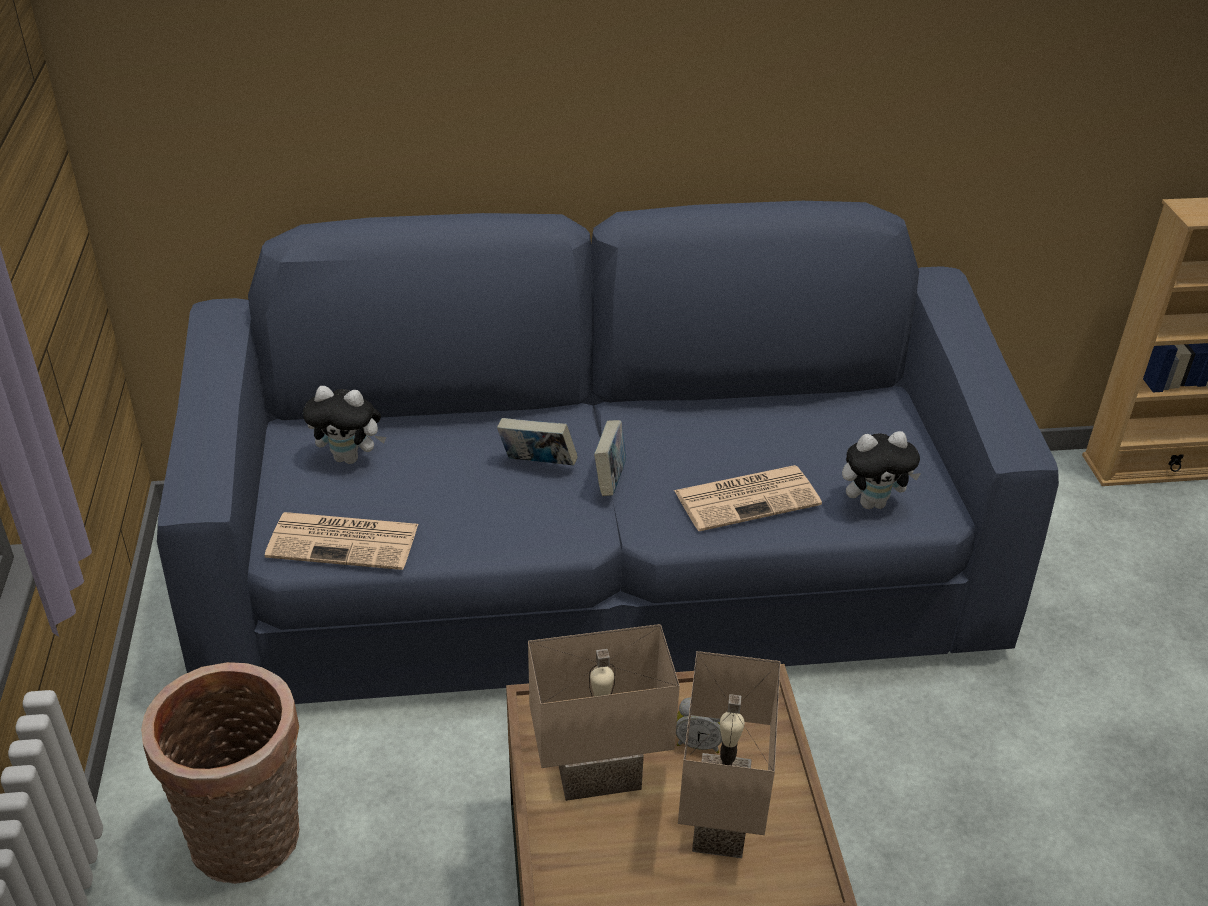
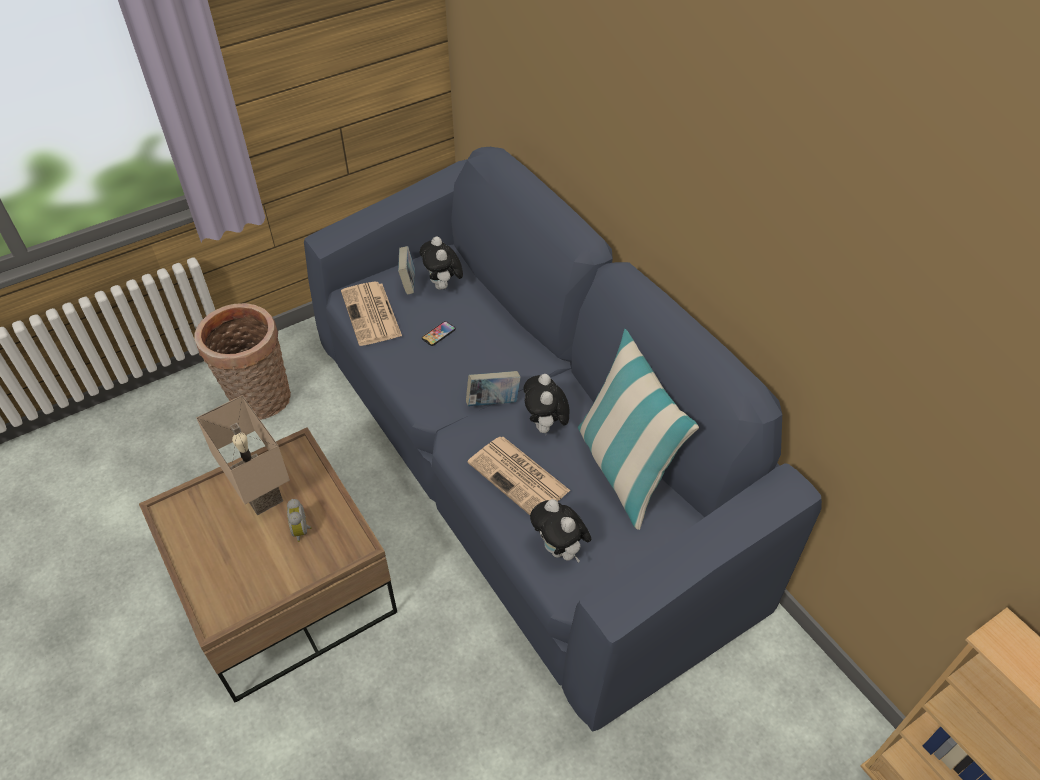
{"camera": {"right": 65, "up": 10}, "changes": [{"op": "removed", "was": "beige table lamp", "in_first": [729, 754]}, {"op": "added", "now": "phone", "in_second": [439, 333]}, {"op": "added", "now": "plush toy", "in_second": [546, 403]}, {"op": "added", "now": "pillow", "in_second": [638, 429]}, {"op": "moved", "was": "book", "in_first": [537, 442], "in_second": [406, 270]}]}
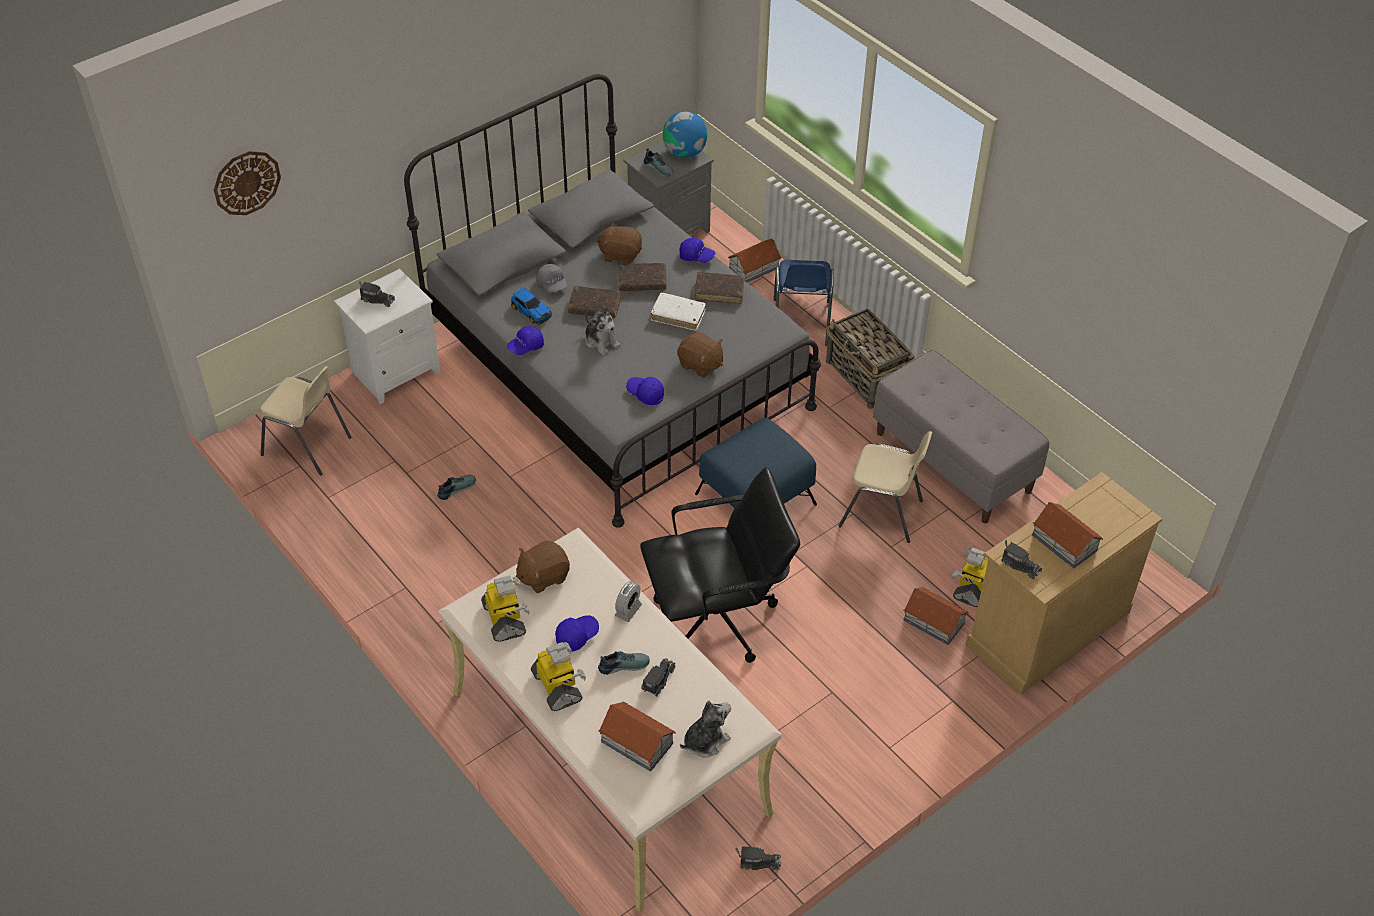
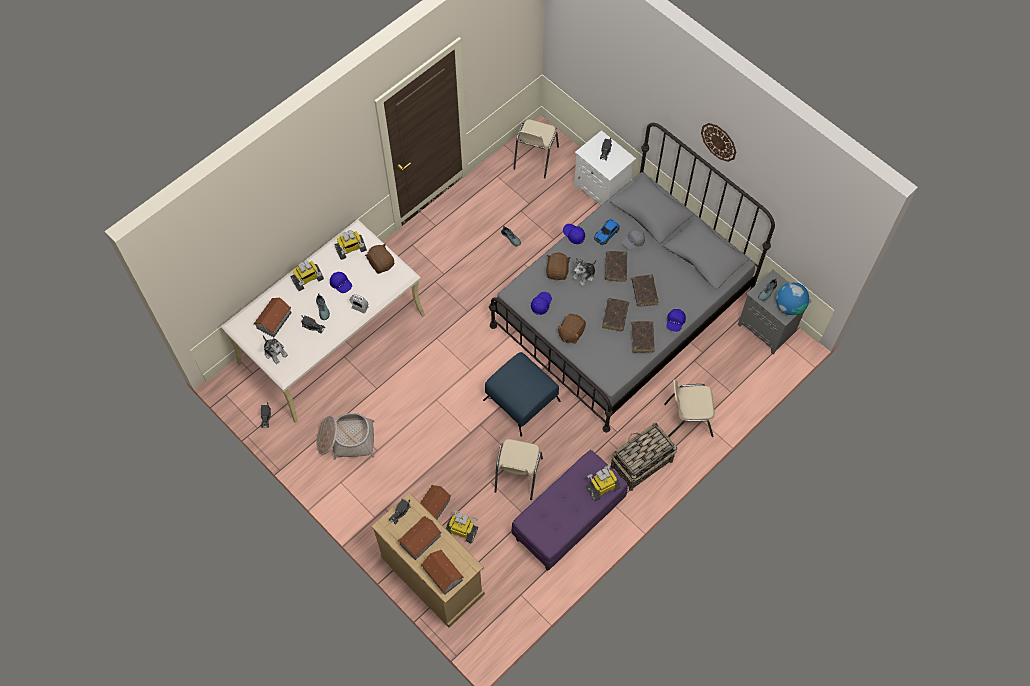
{"camera": {"right": 85, "up": 15}, "changes": [{"op": "removed", "was": "black office chair", "in_first": [720, 565]}, {"op": "added", "now": "basket", "in_second": [345, 436]}, {"op": "added", "now": "toy robot", "in_second": [603, 483]}, {"op": "moved", "was": "wall clock", "in_first": [247, 183], "in_second": [718, 142]}, {"op": "moved", "was": "brown plush toy", "in_first": [619, 243], "in_second": [558, 266]}, {"op": "moved", "was": "toy house", "in_first": [755, 261], "in_second": [442, 572]}, {"op": "recoloured", "was": "white book", "now": "brown book", "in_first": [678, 311], "in_second": [615, 314]}, {"op": "recoloured", "was": "blue chair", "now": "beige chair", "in_first": [804, 303], "in_second": [689, 408]}, {"op": "recoloured", "was": "grey bench", "now": "purple bench", "in_first": [961, 436], "in_second": [570, 510]}]}
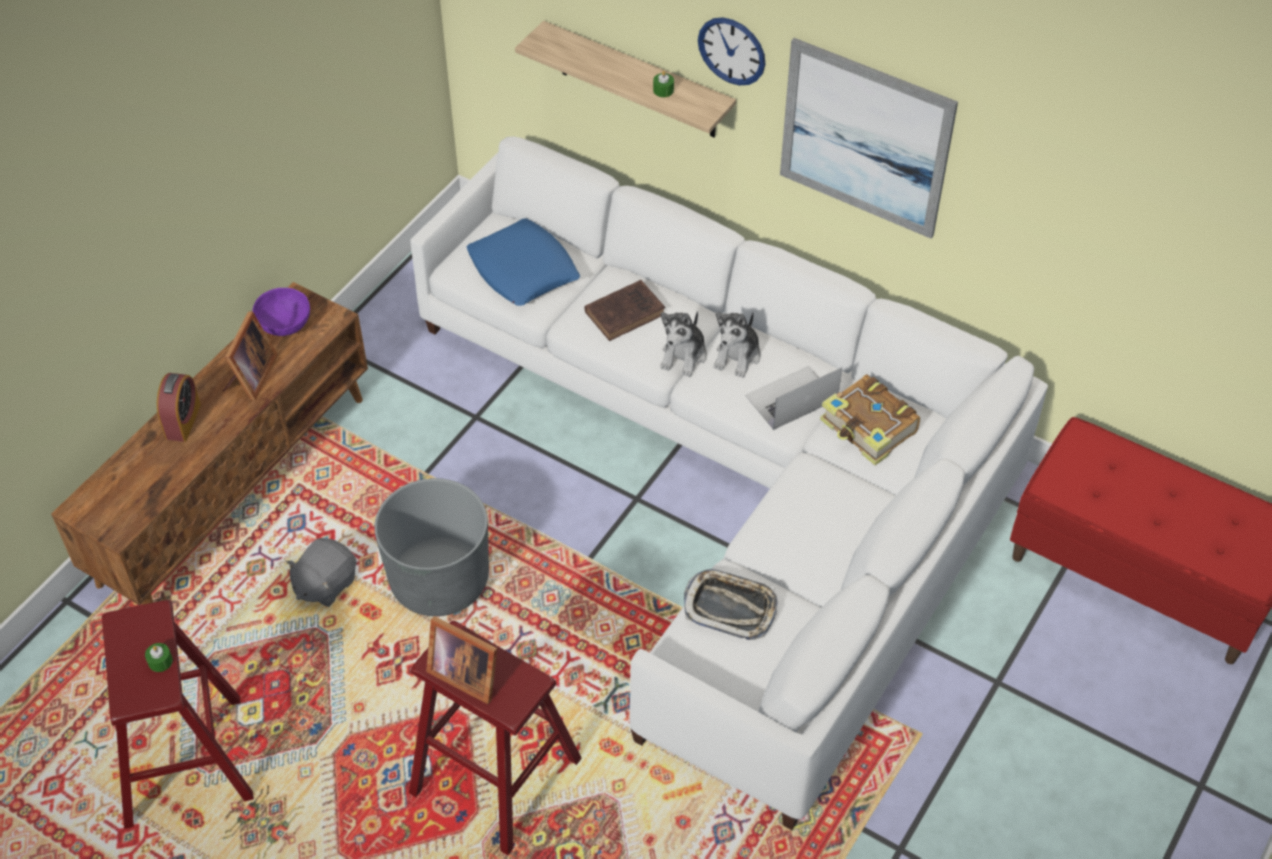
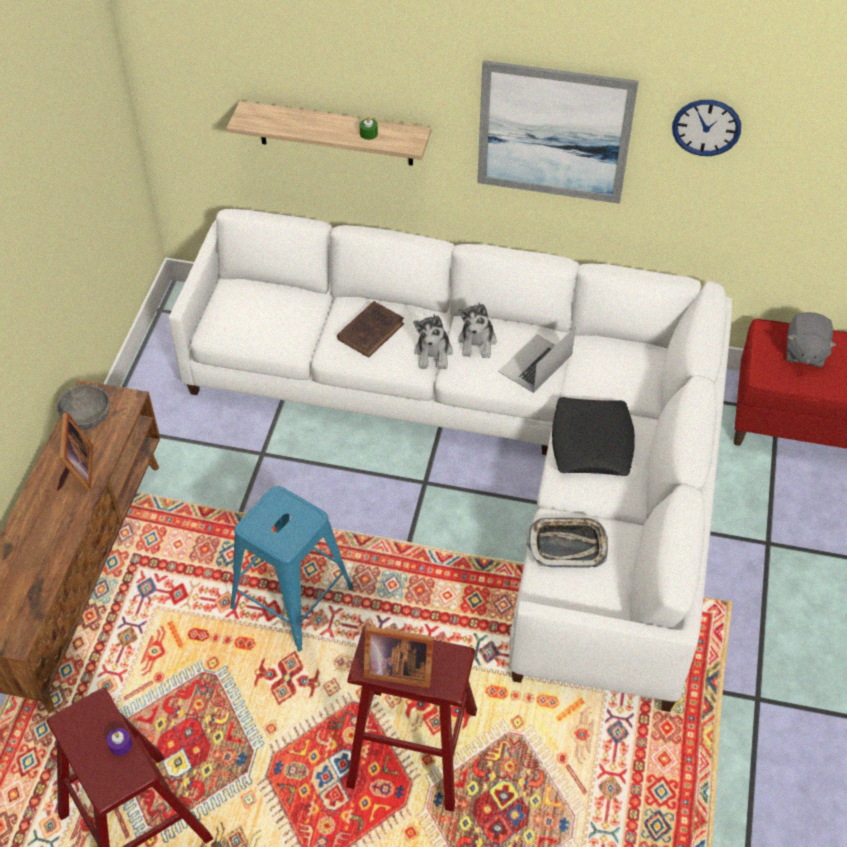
{"camera": {"right": -20, "up": 0}, "changes": [{"op": "removed", "was": "alarm clock", "in_first": [179, 407]}, {"op": "removed", "was": "blue pillow", "in_first": [523, 262]}, {"op": "removed", "was": "book", "in_first": [870, 420]}, {"op": "added", "now": "black pillow", "in_second": [593, 436]}, {"op": "moved", "was": "grey plush toy", "in_first": [321, 572], "in_second": [811, 339]}, {"op": "moved", "was": "wall clock", "in_first": [732, 51], "in_second": [706, 128]}, {"op": "replaced", "was": "grey planter", "now": "blue stool", "in_first": [431, 547], "in_second": [291, 569]}, {"op": "recoloured", "was": "green candle", "now": "purple candle", "in_first": [159, 657], "in_second": [119, 742]}, {"op": "recoloured", "was": "purple bowl", "now": "grey bowl", "in_first": [281, 312], "in_second": [83, 407]}]}
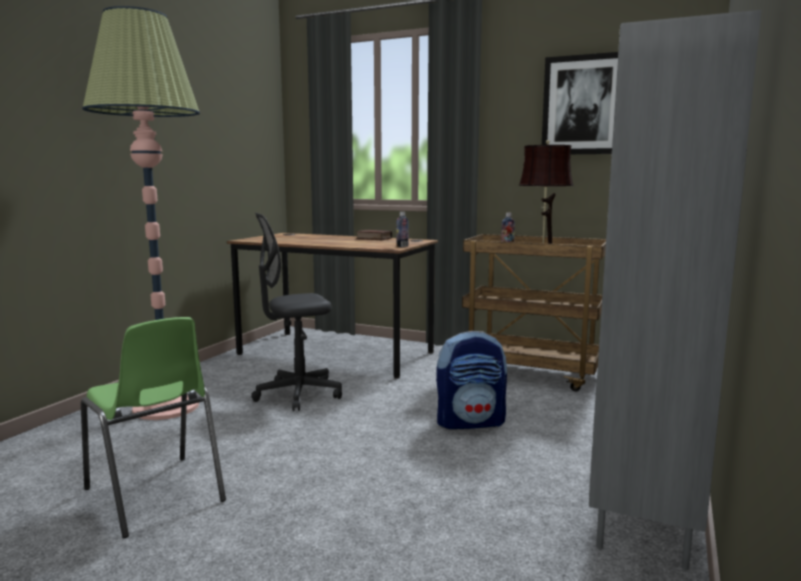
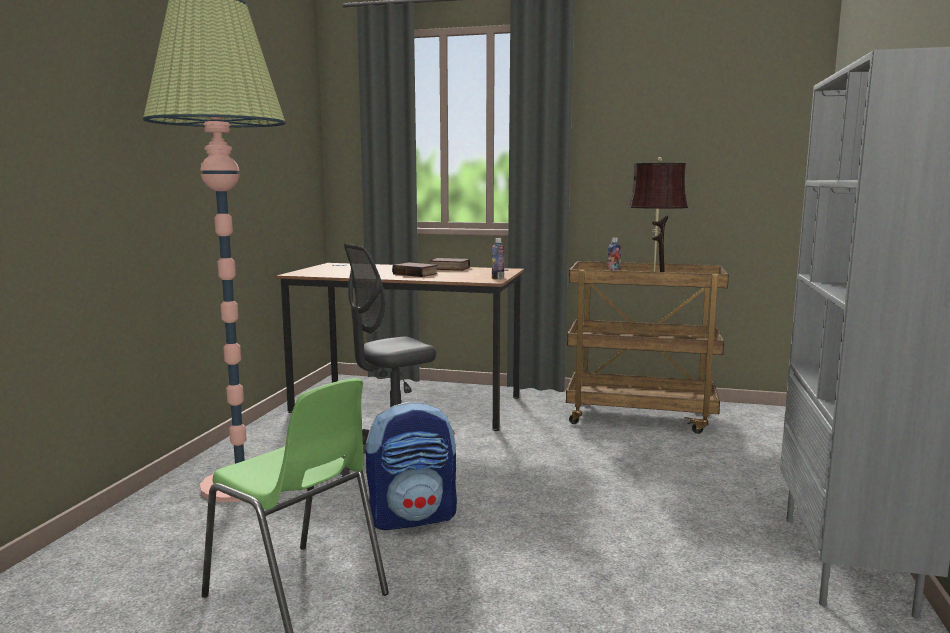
{"camera": {"right": -10, "up": 0}, "changes": [{"op": "removed", "was": "picture", "in_first": [580, 103]}, {"op": "added", "now": "book", "in_second": [415, 270]}, {"op": "moved", "was": "backpack", "in_first": [471, 380], "in_second": [411, 465]}]}
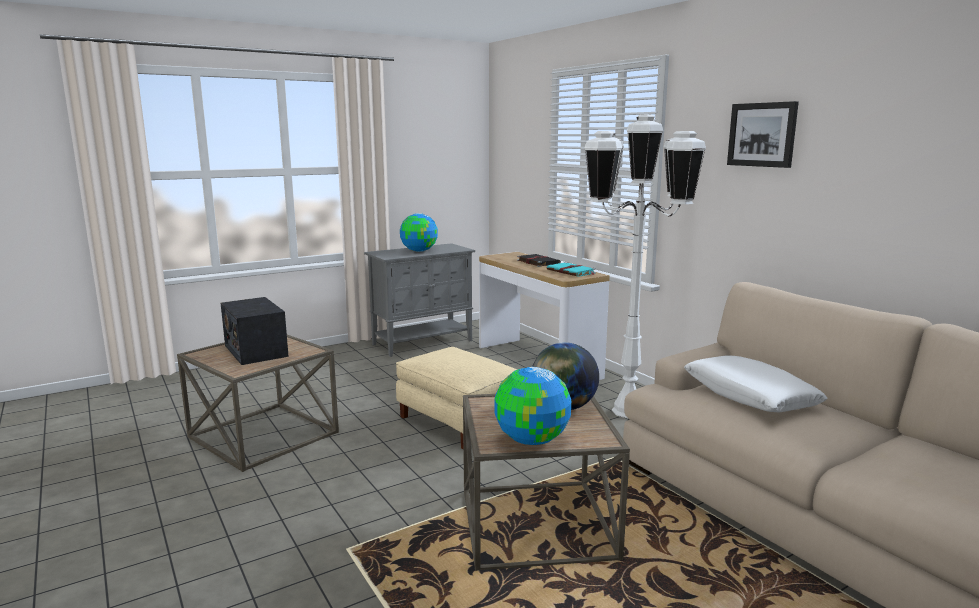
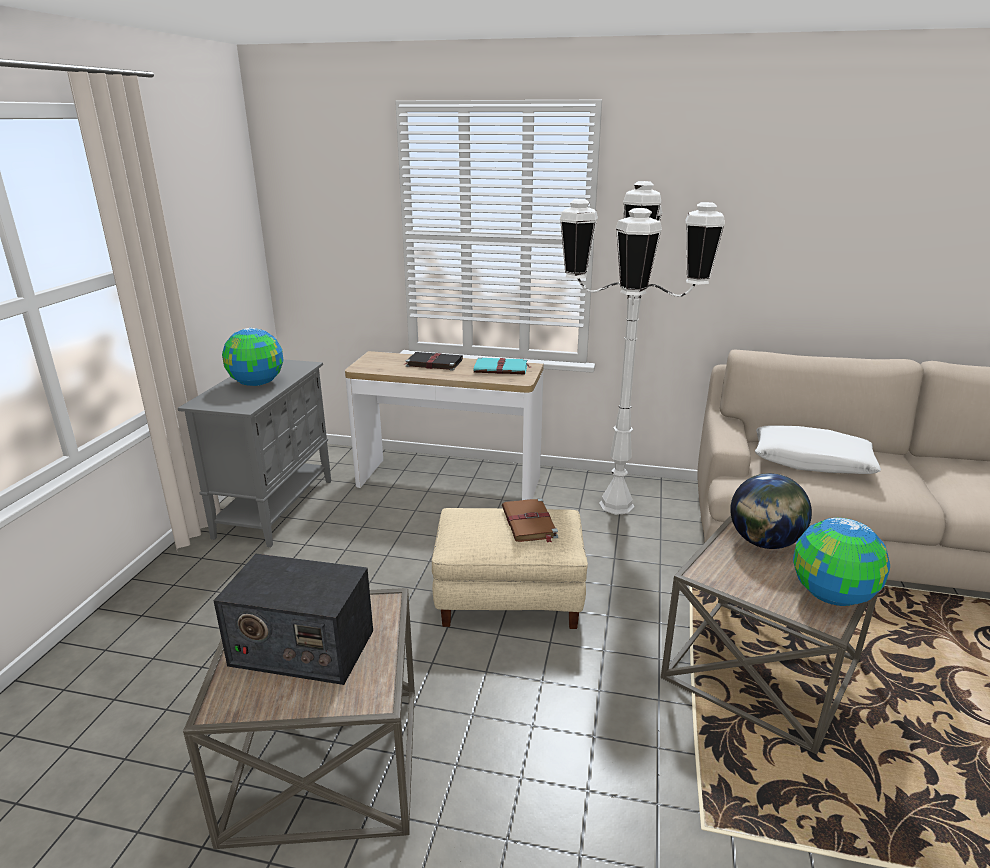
{"camera": {"right": -45, "up": 10}, "changes": [{"op": "removed", "was": "picture", "in_first": [763, 134]}, {"op": "added", "now": "brown book", "in_second": [530, 520]}]}
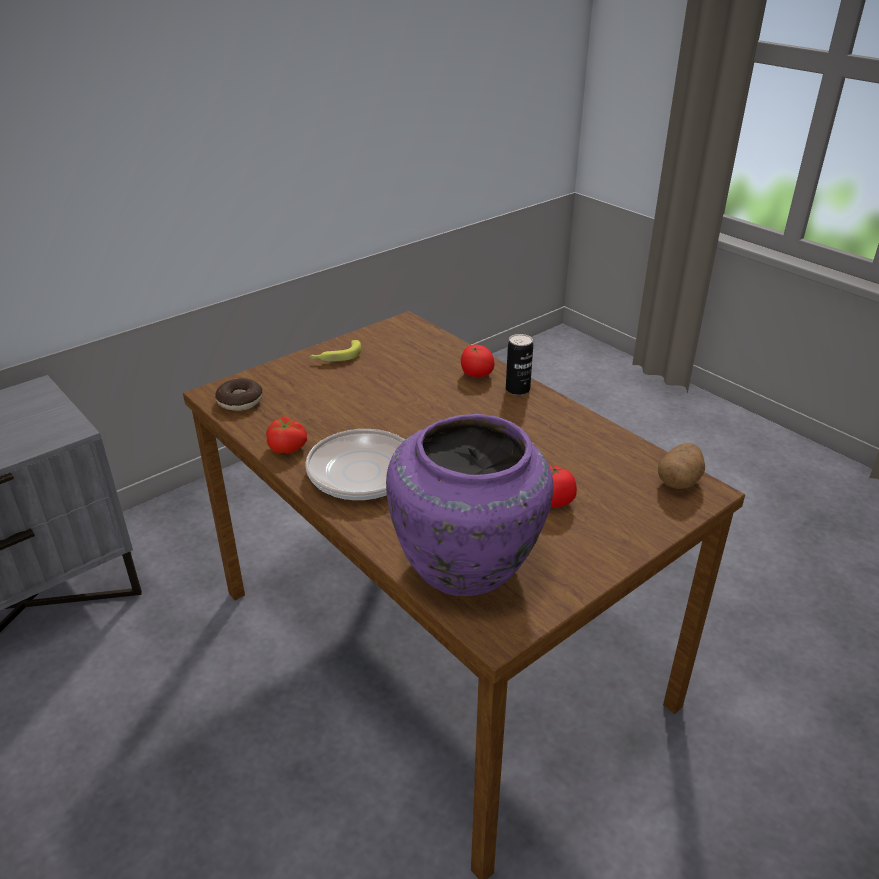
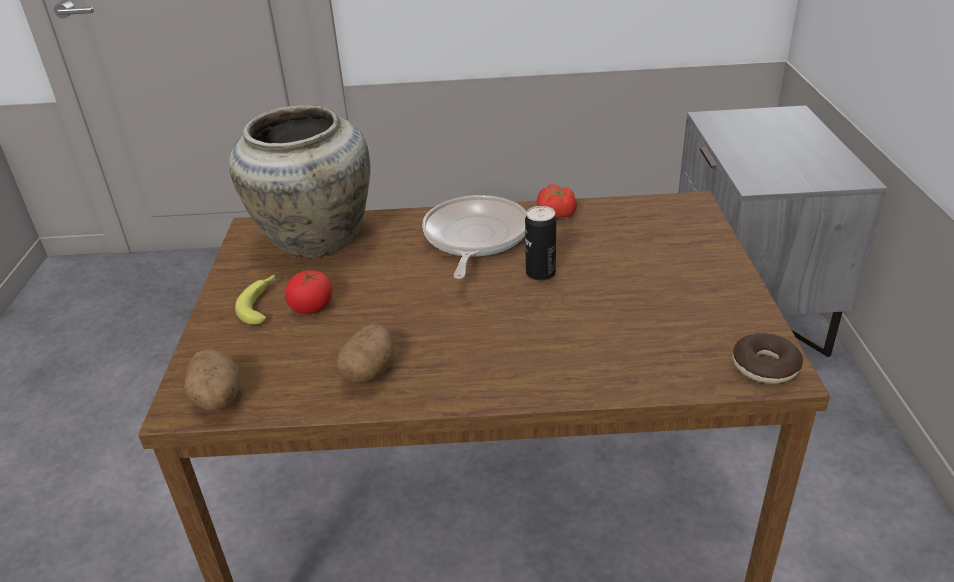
{"camera": {"right": 130, "up": 0}, "changes": [{"op": "removed", "was": "tomato", "in_first": [477, 360]}, {"op": "added", "now": "potato", "in_second": [365, 353]}, {"op": "moved", "was": "donut", "in_first": [239, 394], "in_second": [767, 358]}, {"op": "moved", "was": "banana", "in_first": [335, 351], "in_second": [255, 299]}, {"op": "moved", "was": "can", "in_first": [519, 364], "in_second": [540, 243]}, {"op": "recoloured", "was": "purple vase", "now": "beige vase", "in_first": [469, 505], "in_second": [300, 181]}]}
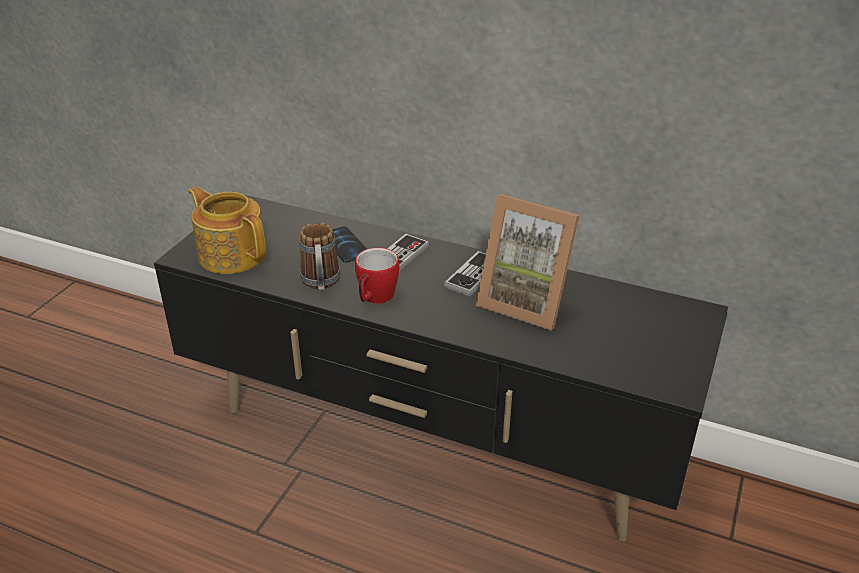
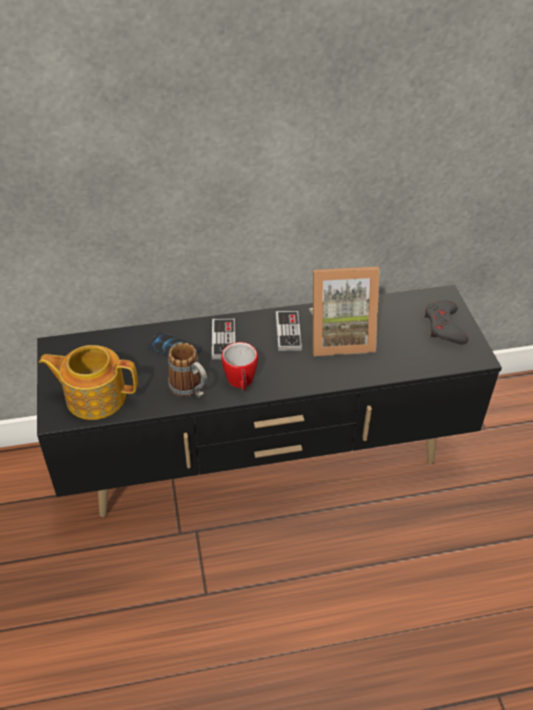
{"camera": {"right": -35, "up": 10}, "changes": [{"op": "added", "now": "grey game controller", "in_second": [447, 322]}]}
